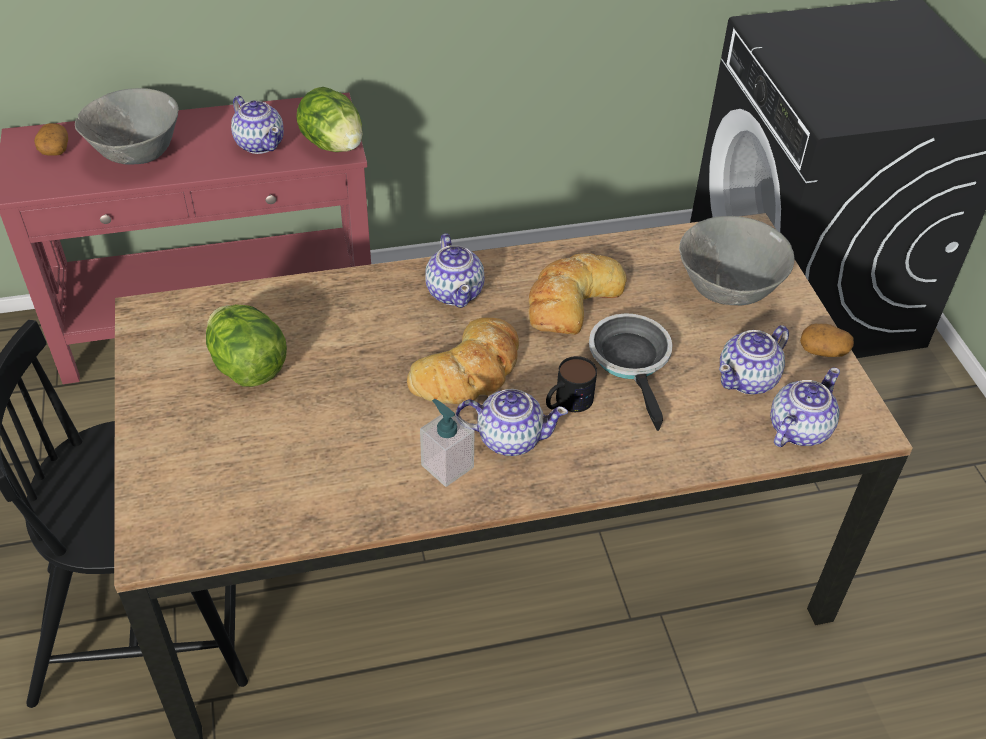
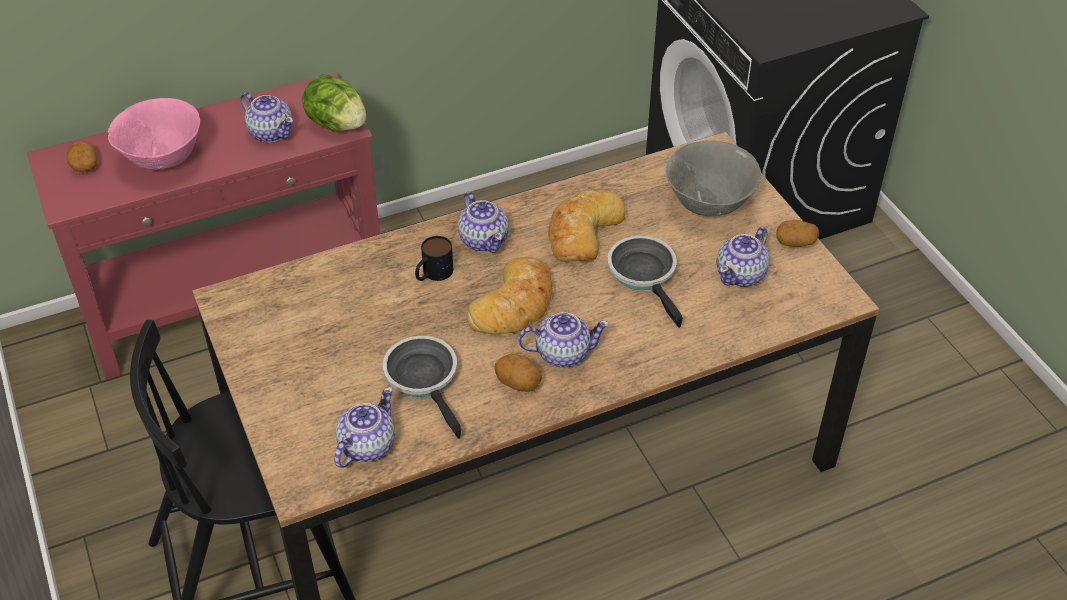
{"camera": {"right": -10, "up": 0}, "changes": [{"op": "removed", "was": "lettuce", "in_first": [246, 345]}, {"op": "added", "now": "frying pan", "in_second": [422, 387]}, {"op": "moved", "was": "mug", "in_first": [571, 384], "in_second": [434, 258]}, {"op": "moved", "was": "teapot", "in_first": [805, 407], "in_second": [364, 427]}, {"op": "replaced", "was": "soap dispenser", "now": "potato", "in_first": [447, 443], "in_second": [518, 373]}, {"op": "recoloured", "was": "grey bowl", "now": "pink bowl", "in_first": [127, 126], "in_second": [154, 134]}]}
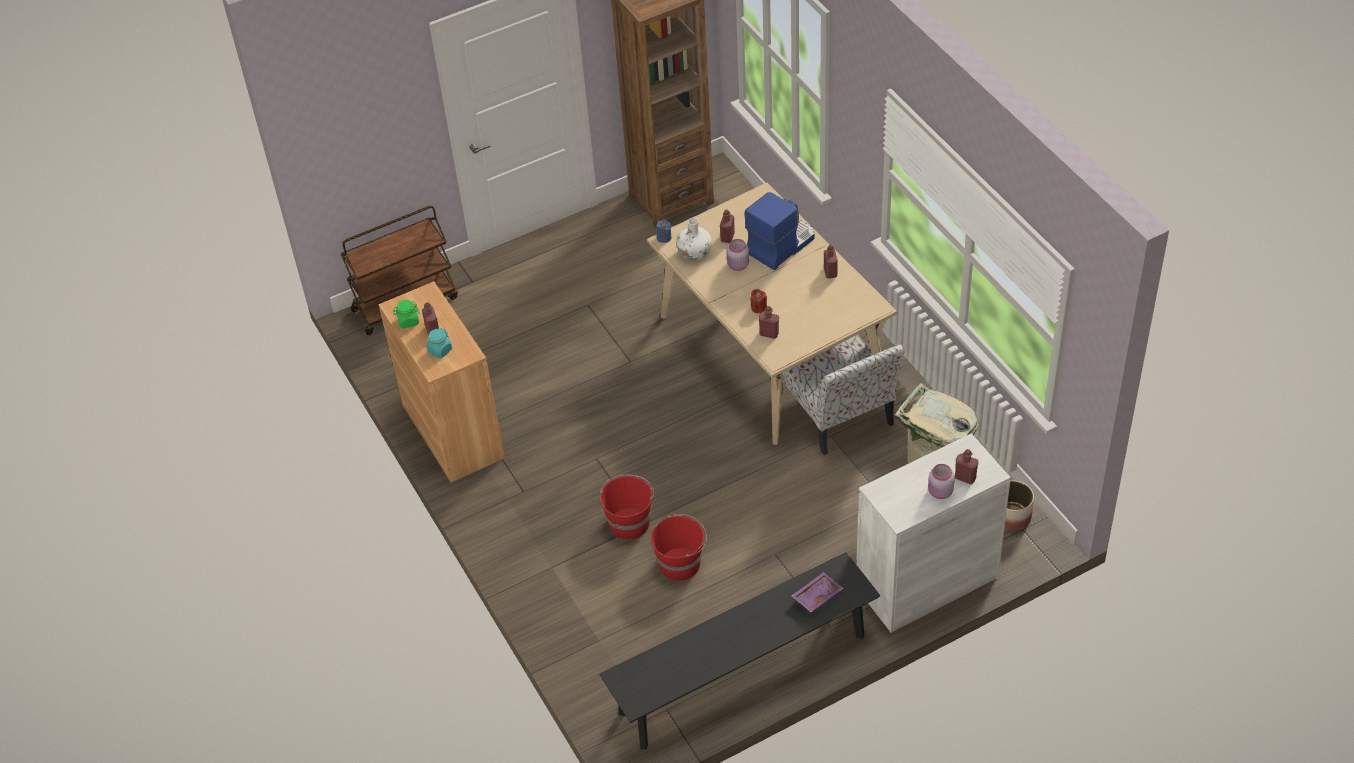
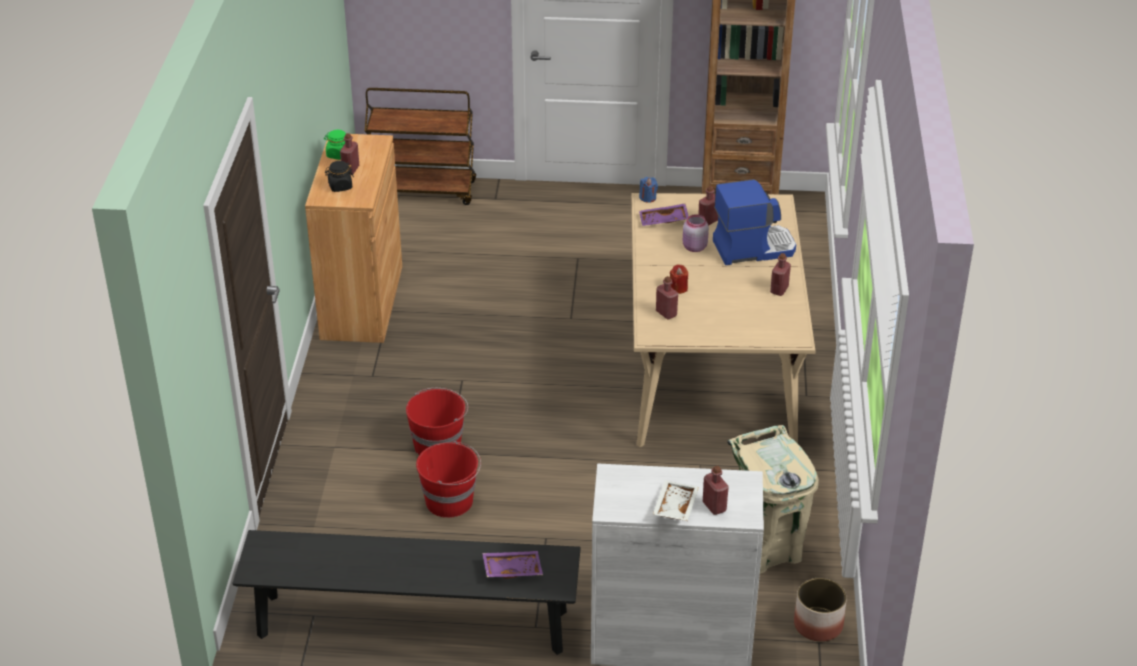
{"camera": {"right": 30, "up": -10}, "changes": [{"op": "removed", "was": "chair", "in_first": [843, 394]}, {"op": "replaced", "was": "white vase", "now": "purple tray", "in_first": [694, 239], "in_second": [664, 215]}, {"op": "replaced", "was": "pink jar", "now": "white tray", "in_first": [941, 481], "in_second": [676, 500]}, {"op": "recoloured", "was": "turquoise jar", "now": "black jar", "in_first": [439, 343], "in_second": [339, 176]}]}
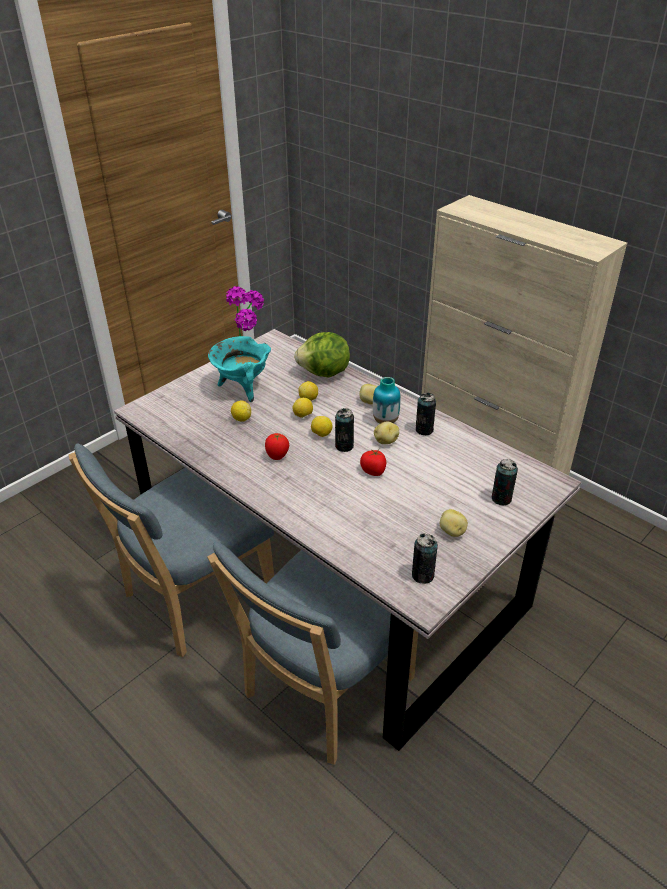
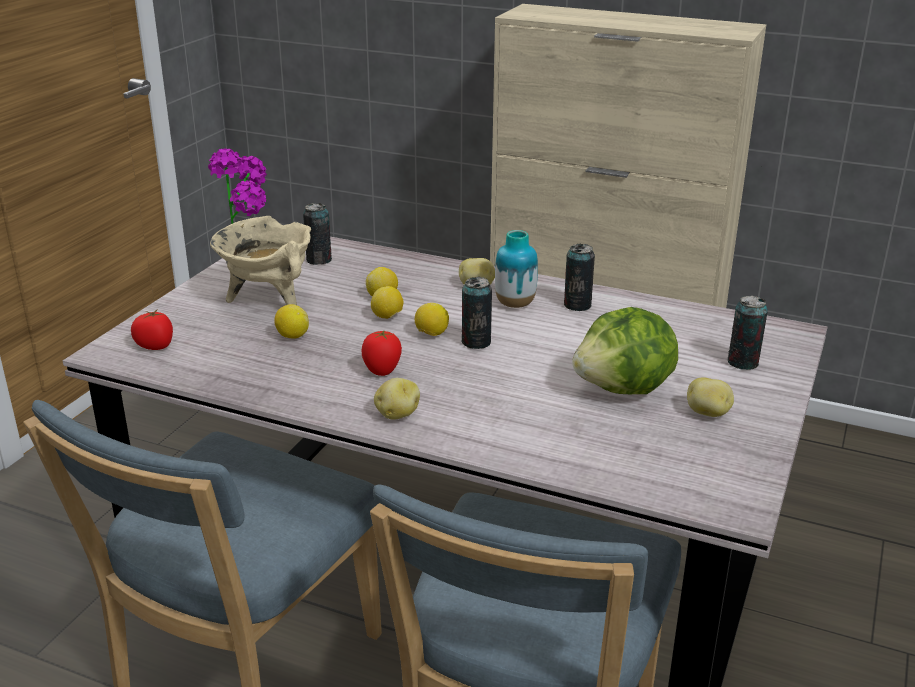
{"camera": {"right": -20, "up": -10}, "changes": [{"op": "moved", "was": "lettuce", "in_first": [322, 355], "in_second": [625, 350]}, {"op": "moved", "was": "tomato", "in_first": [373, 462], "in_second": [152, 329]}, {"op": "moved", "was": "potato", "in_first": [386, 432], "in_second": [397, 398]}, {"op": "moved", "was": "can", "in_first": [425, 558], "in_second": [317, 234]}, {"op": "recoloured", "was": "turquoise cooking pot", "now": "beige cooking pot", "in_first": [239, 369], "in_second": [260, 260]}]}
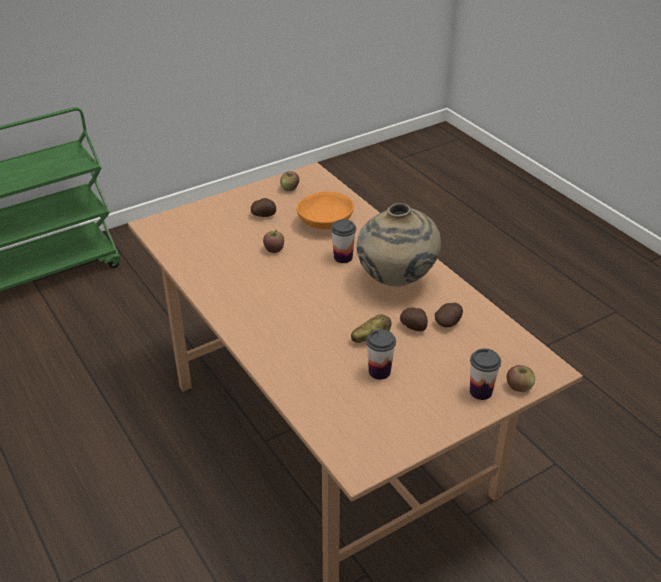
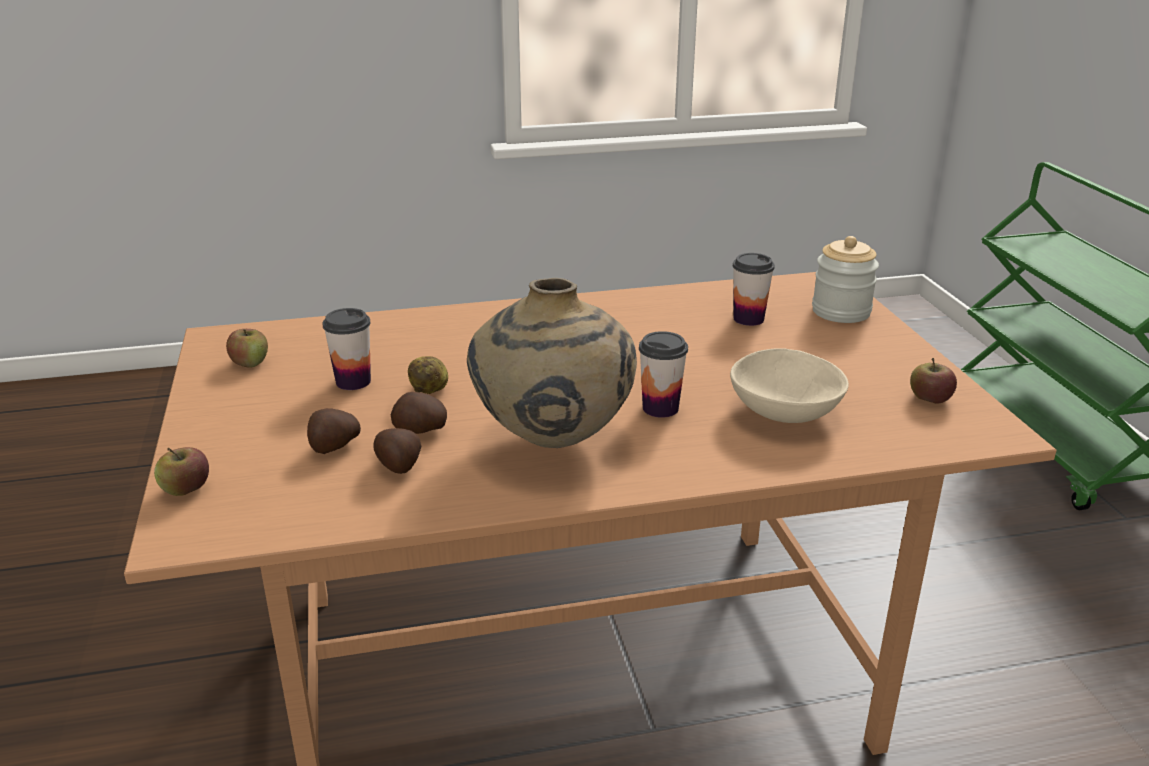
{"camera": {"right": 110, "up": -10}, "changes": [{"op": "added", "now": "jar", "in_second": [845, 279]}, {"op": "moved", "was": "potato", "in_first": [263, 207], "in_second": [334, 431]}, {"op": "moved", "was": "apple", "in_first": [273, 241], "in_second": [247, 348]}, {"op": "moved", "was": "cup", "in_first": [485, 374], "in_second": [754, 289]}, {"op": "recoloured", "was": "orange bowl", "now": "beige bowl", "in_first": [325, 210], "in_second": [789, 385]}]}
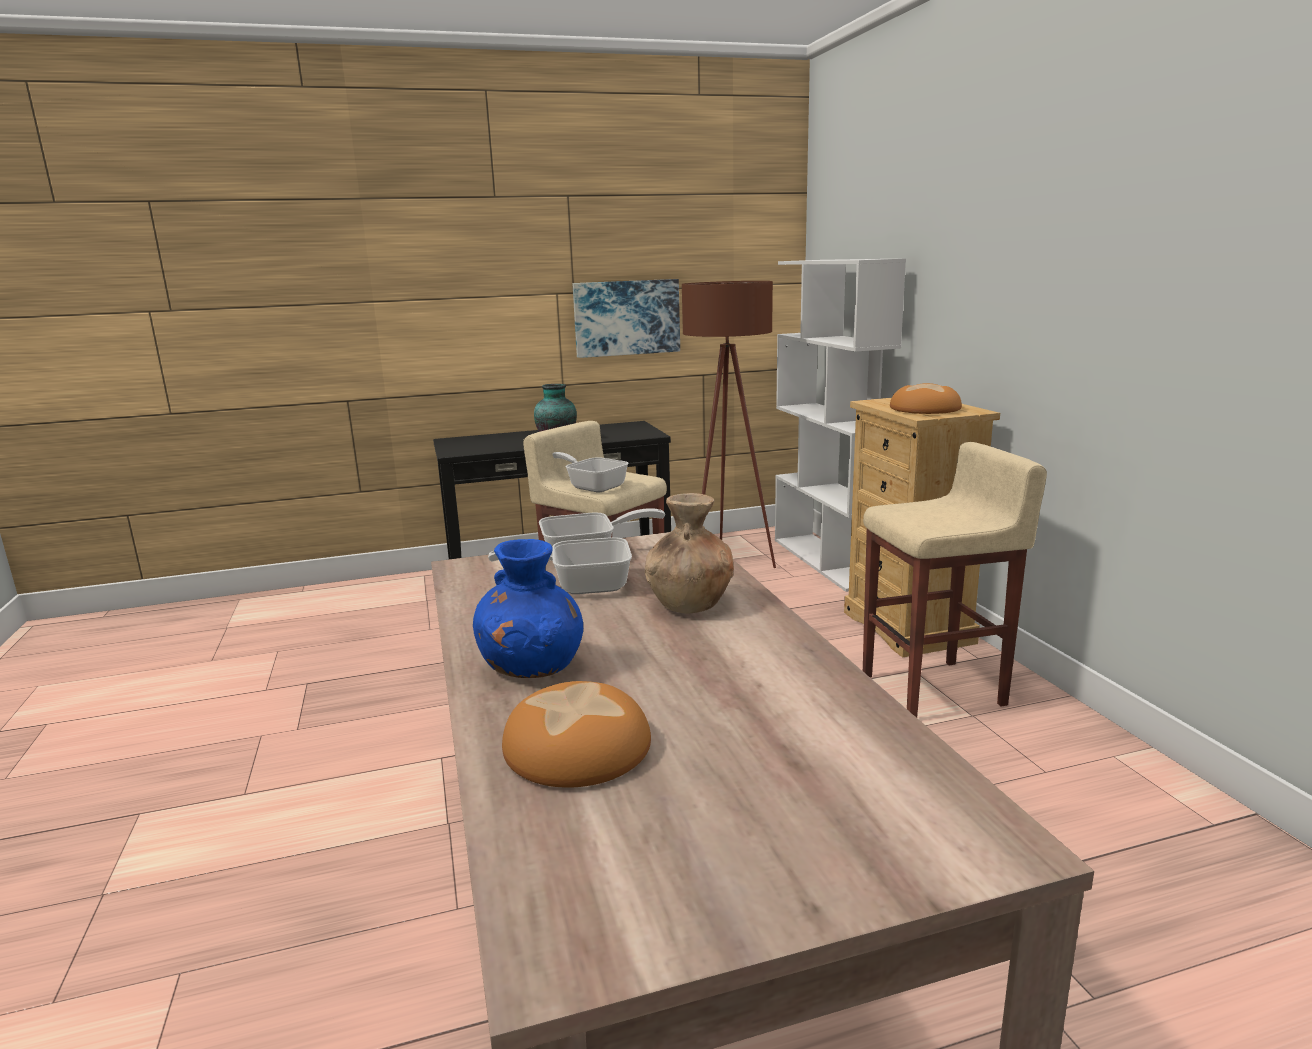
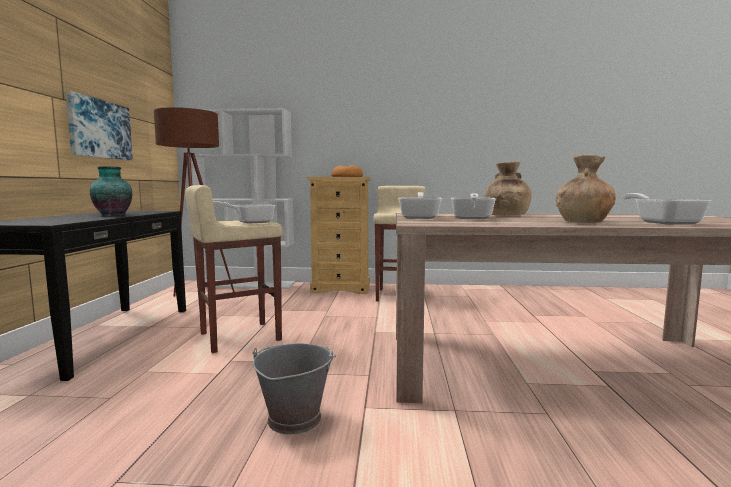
{"camera": {"right": -70, "up": -10}, "changes": [{"op": "added", "now": "grey bucket", "in_second": [294, 388]}, {"op": "replaced", "was": "bread", "now": "frying pan", "in_first": [576, 734], "in_second": [666, 209]}, {"op": "recoloured", "was": "blue vase", "now": "brown vase", "in_first": [528, 608], "in_second": [586, 189]}]}
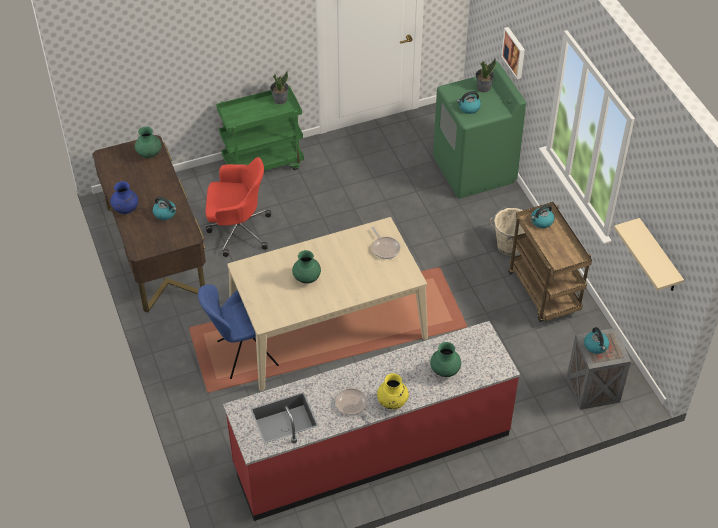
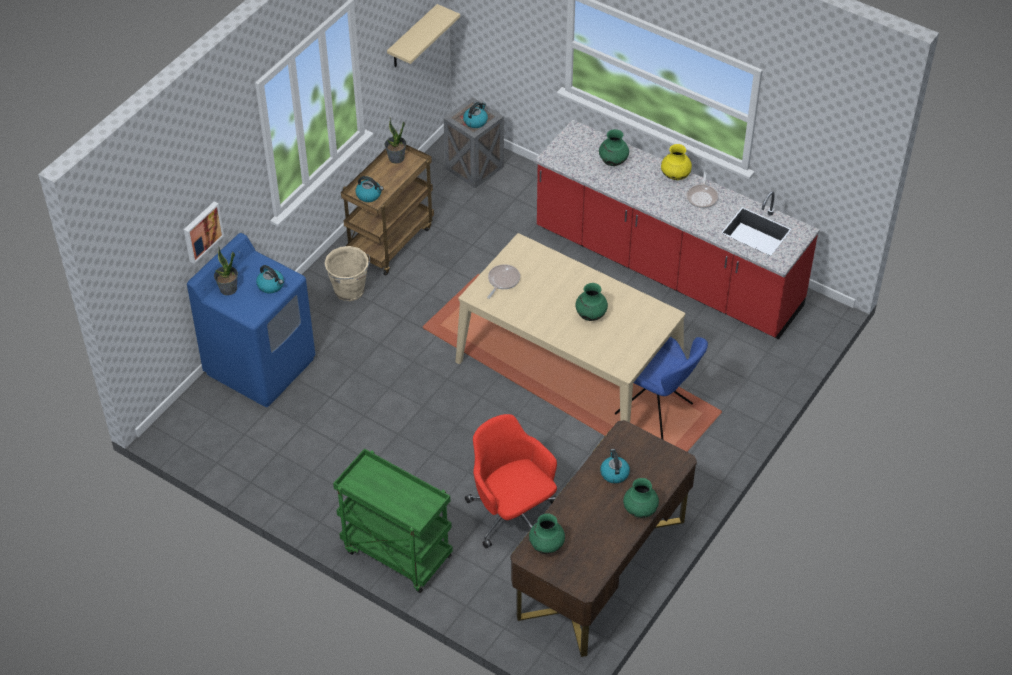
{"camera": {"right": -125, "up": 0}, "changes": [{"op": "moved", "was": "potted plant", "in_first": [279, 88], "in_second": [395, 141]}, {"op": "recoloured", "was": "blue vase", "now": "green vase", "in_first": [124, 197], "in_second": [641, 498]}, {"op": "recoloured", "was": "green washing machine", "now": "blue washing machine", "in_first": [479, 130], "in_second": [251, 320]}]}
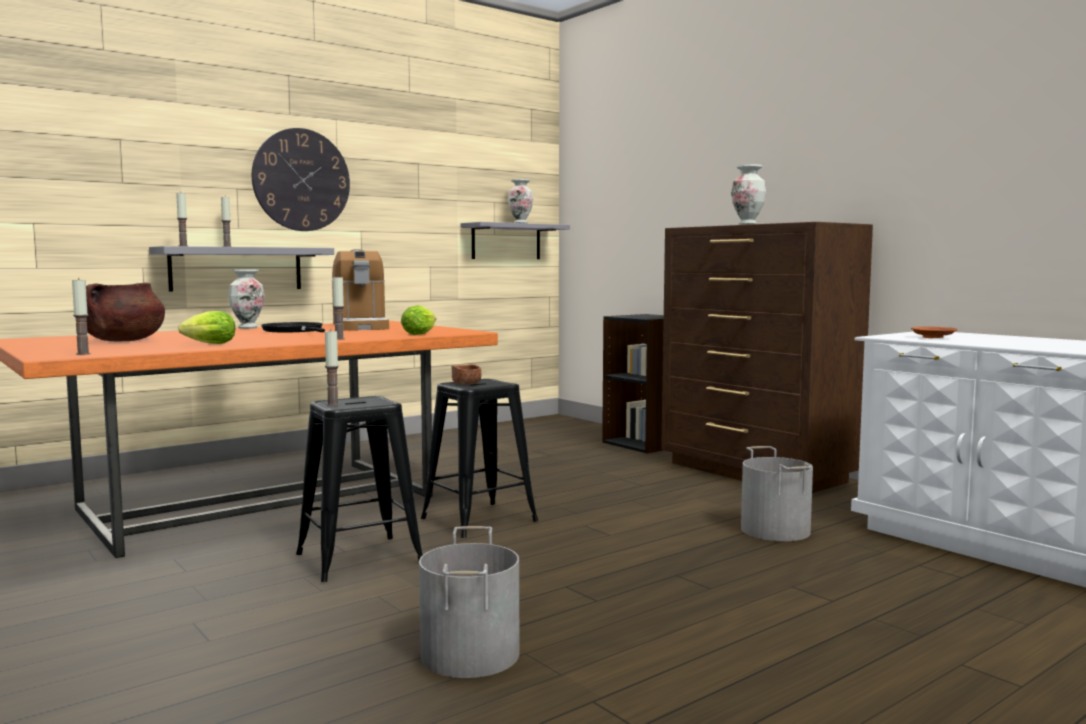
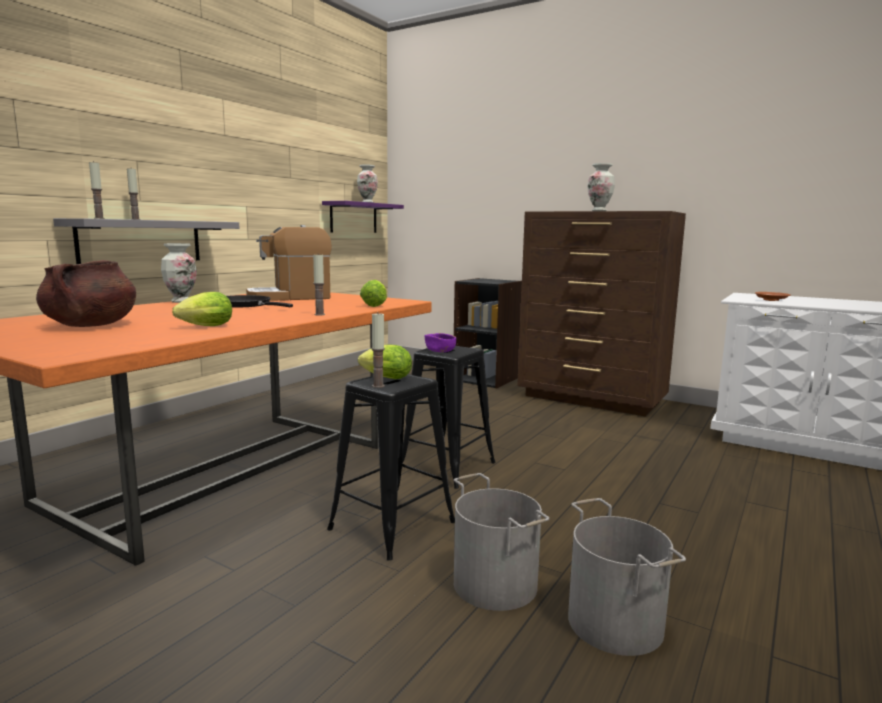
{"camera": {"right": -20, "up": 5}, "changes": [{"op": "removed", "was": "candle", "in_first": [81, 316]}, {"op": "removed", "was": "wall clock", "in_first": [301, 179]}, {"op": "added", "now": "lettuce", "in_second": [385, 361]}, {"op": "moved", "was": "grey bucket", "in_first": [777, 493], "in_second": [501, 542]}, {"op": "recoloured", "was": "brown bowl", "now": "purple bowl", "in_first": [466, 374], "in_second": [440, 342]}, {"op": "recoloured", "was": "grey shelf", "now": "purple shelf", "in_first": [515, 240], "in_second": [363, 217]}, {"op": "turned", "was": "coffee machine", "in_first": [360, 290], "in_second": [289, 263], "clockwise": 105}]}
